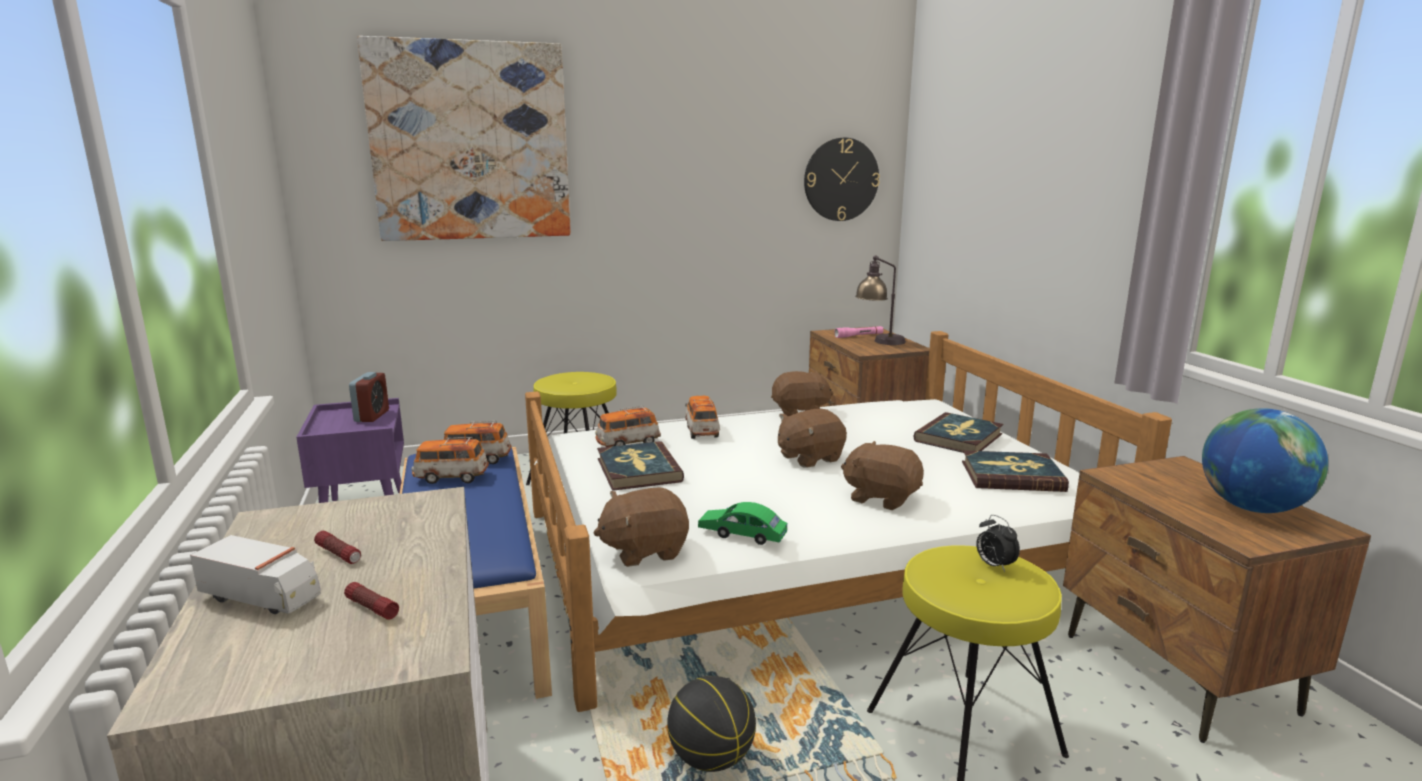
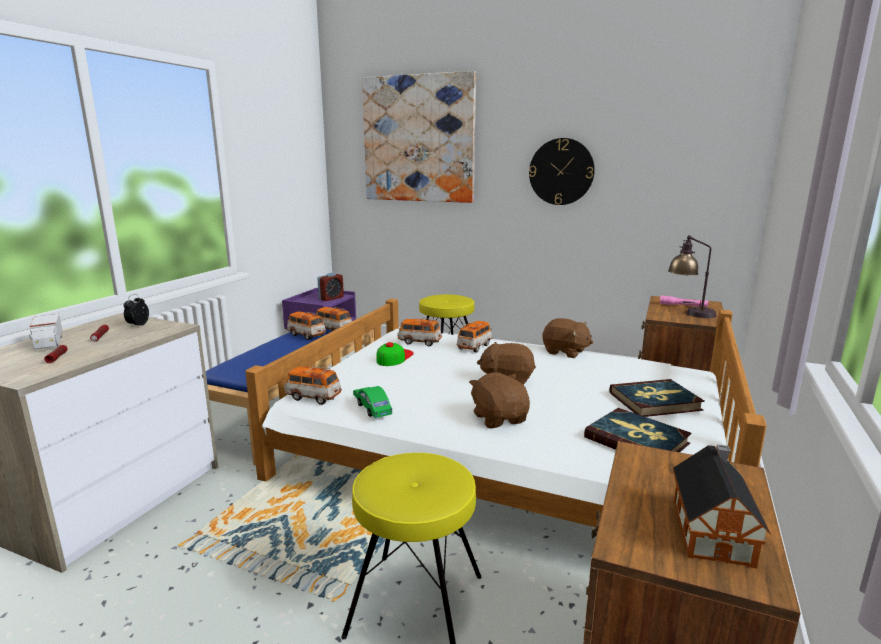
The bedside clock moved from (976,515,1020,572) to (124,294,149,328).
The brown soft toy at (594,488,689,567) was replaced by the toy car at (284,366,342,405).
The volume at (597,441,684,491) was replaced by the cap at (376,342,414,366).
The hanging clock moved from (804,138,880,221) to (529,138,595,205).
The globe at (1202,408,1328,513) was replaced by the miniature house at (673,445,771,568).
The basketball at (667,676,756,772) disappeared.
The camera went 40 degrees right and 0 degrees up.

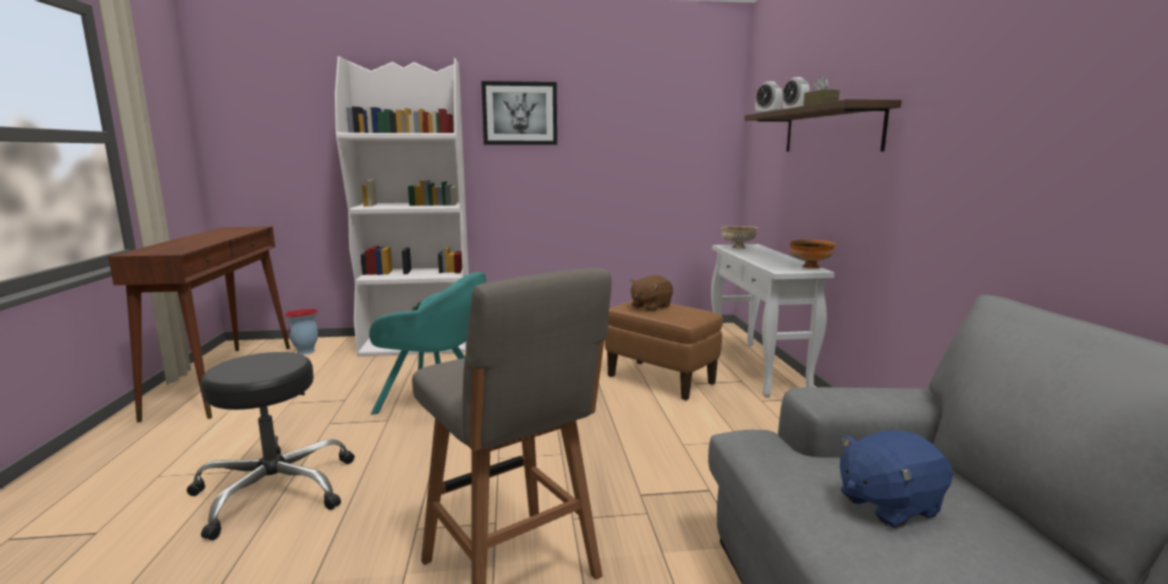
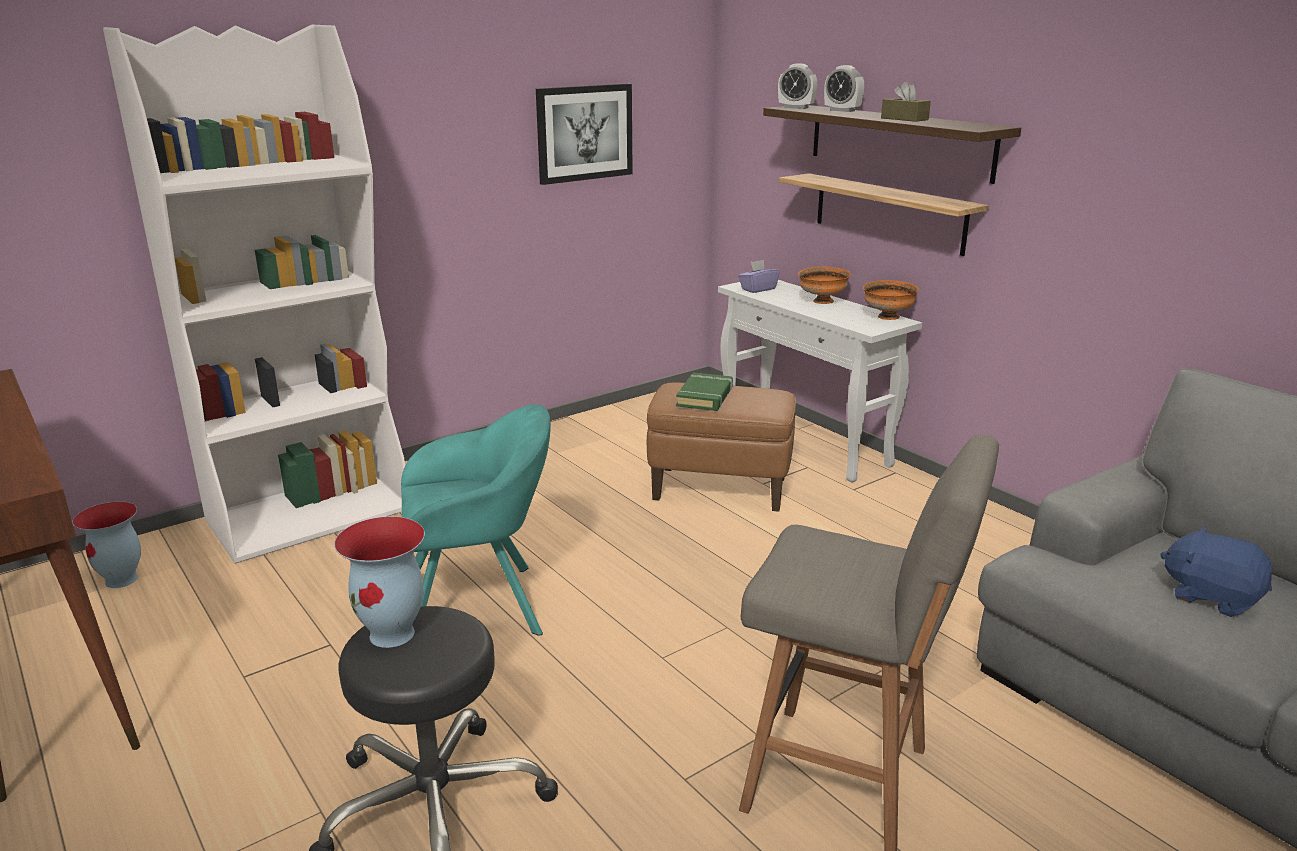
The decorative vase at (334,517,425,648) appeared.
The wall picture moved from (481,81,557,145) to (536,84,633,185).
The brown soft toy at (630,275,673,311) was replaced by the green-coloured volume at (676,372,733,411).
The beige bowl at (721,226,758,249) was replaced by the purple-coloured tissue box at (738,260,780,293).
The wall shelf at (779,173,989,256) appeared.
The orange-coloured bowl at (798,267,851,304) appeared.
The bluish soft toy at (840,430,953,528) turned 90 degrees clockwise.
The camera went 30 degrees left and 10 degrees up.

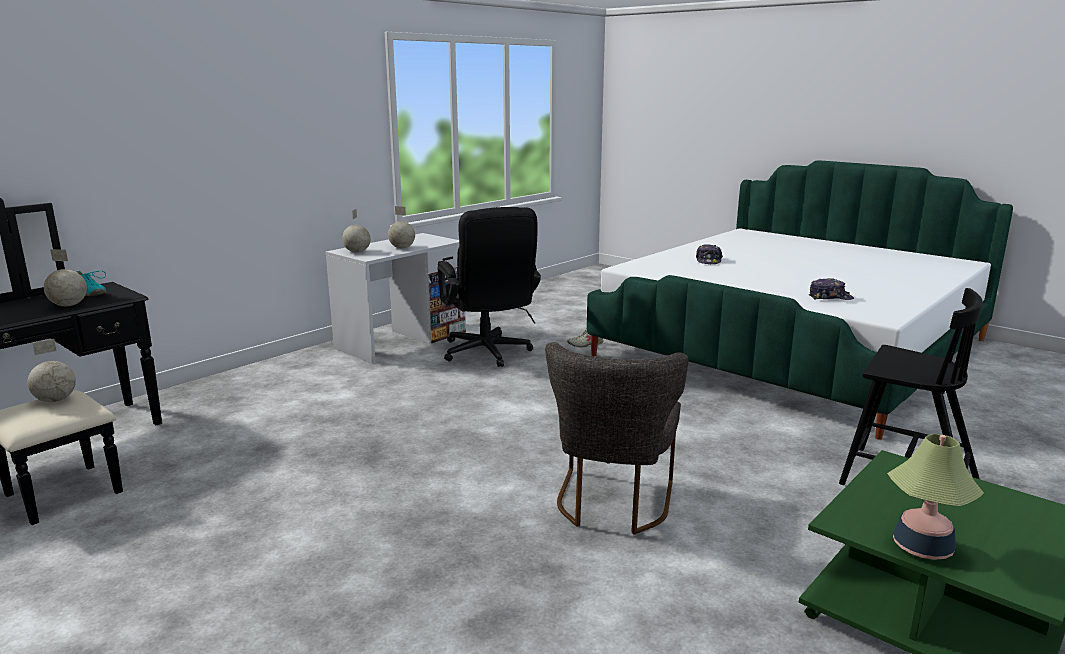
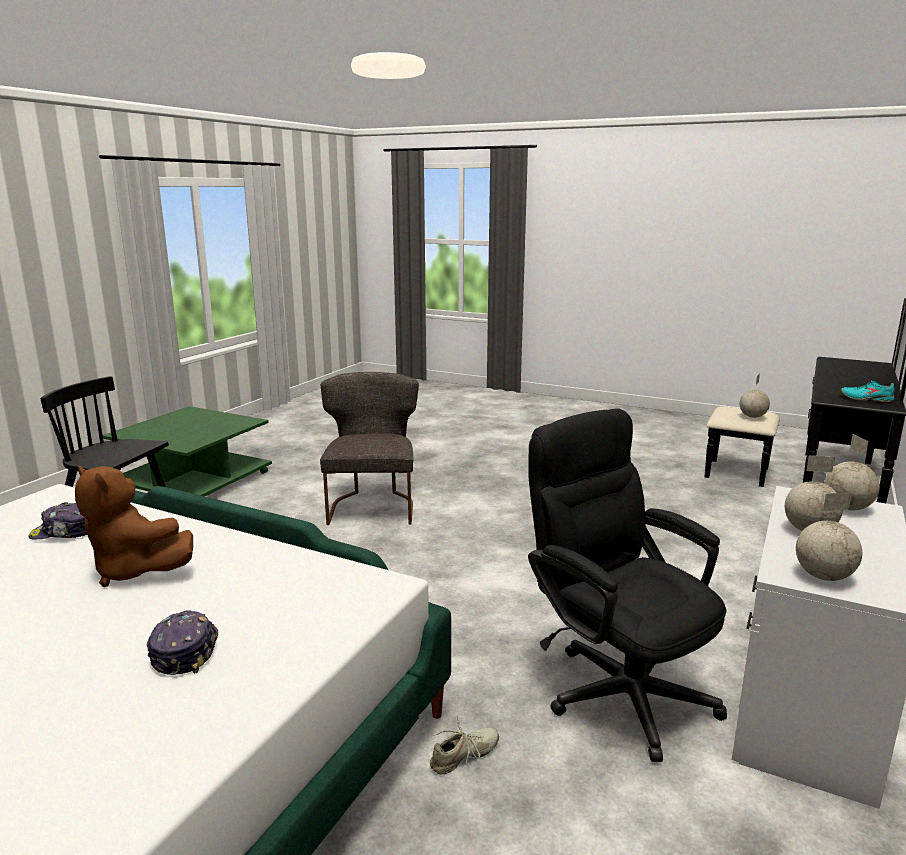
The brown soft toy at (75,466,193,587) appeared.
The globe moved from (44,249,87,306) to (796,492,862,581).
The lamp for a table at (887,434,984,560) disappeared.
The camera went 165 degrees right and 0 degrees up.

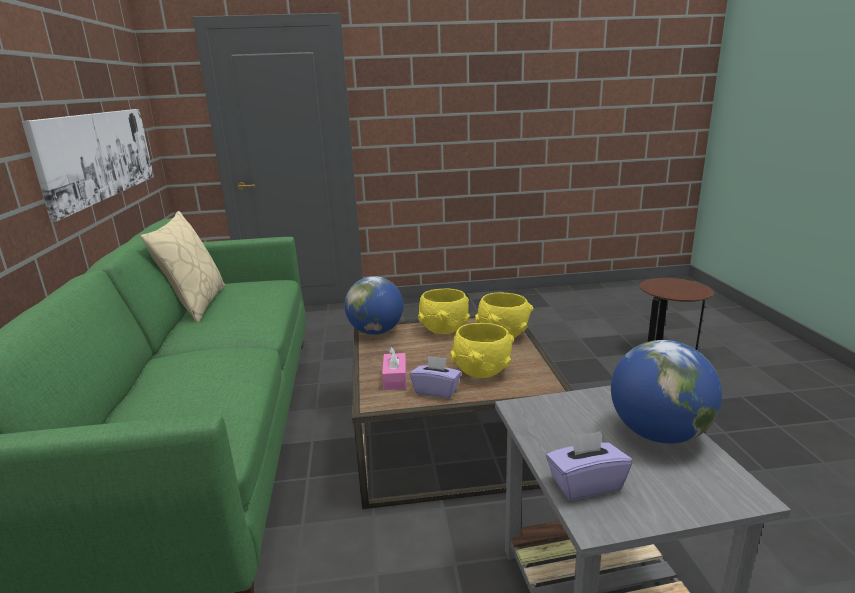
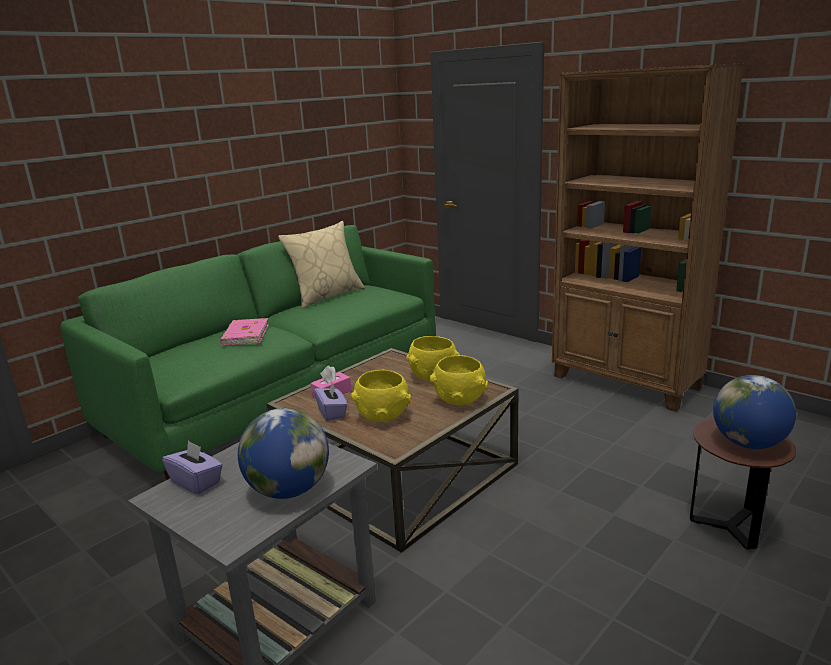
The pinkish volume at (220,318,269,346) appeared.
The brown bookshelf at (552,63,744,412) appeared.
The globe moved from (345,276,403,335) to (713,375,796,449).
The wall picture at (22,109,154,222) disappeared.
The camera went 50 degrees right and 0 degrees up.

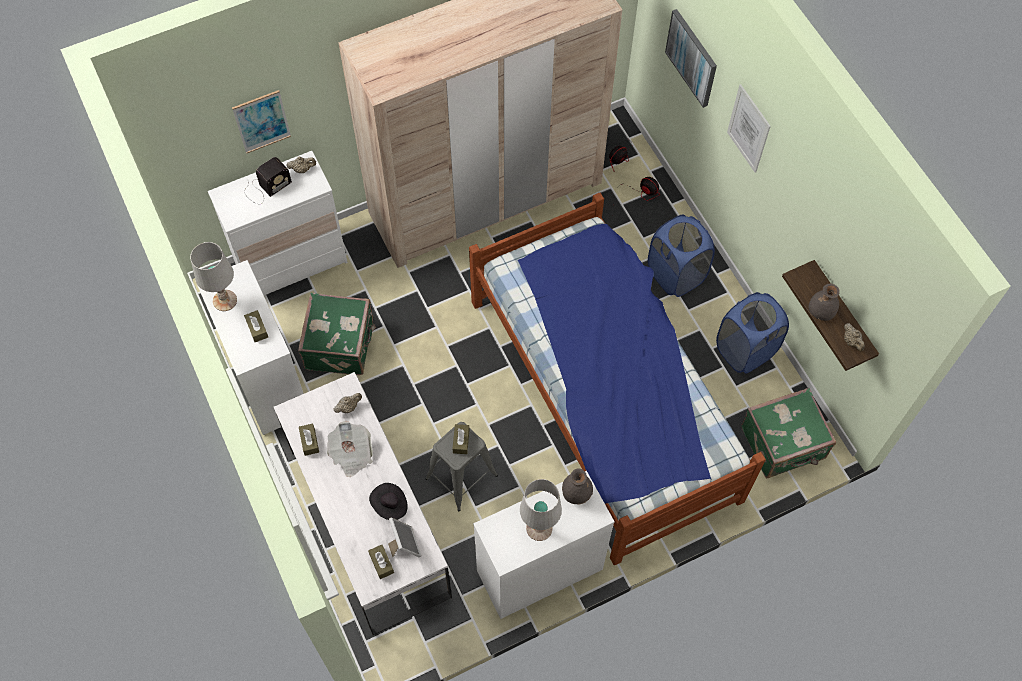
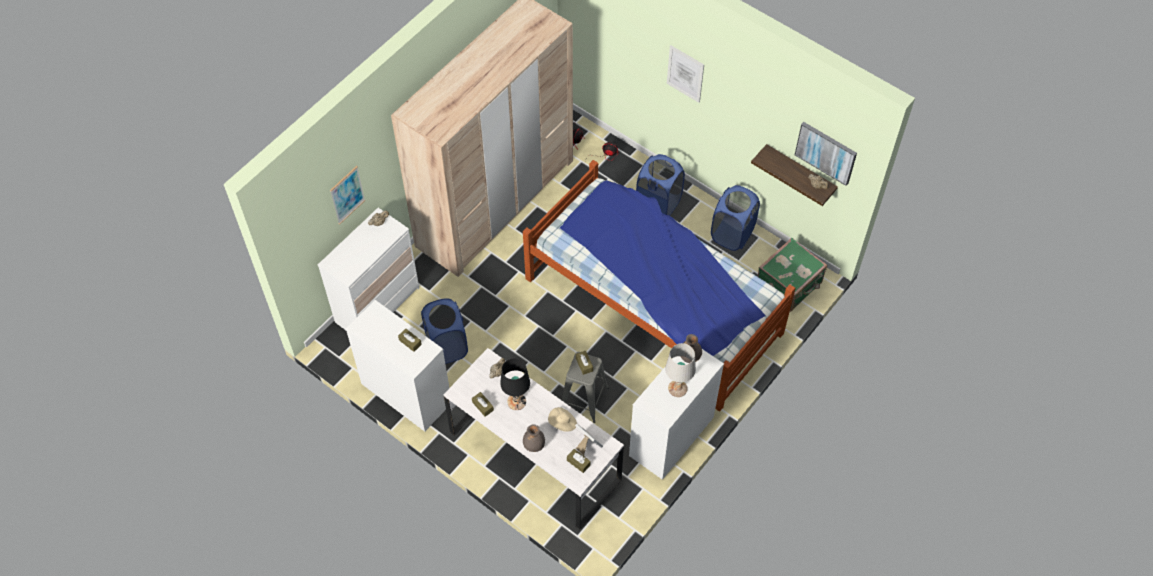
The green-coloured travel case at (298,293,376,375) was replaced by the bluish washing basket at (421,298,468,364).
The daily paper at (327,421,373,477) was replaced by the black-coloured lamp for a table at (500,358,530,410).
The greyish decorative vase moved from (808,284,840,321) to (523,424,545,452).
The black-coloured wearable hat at (369,483,408,520) became the beige wearable hat at (548,407,577,432).
The wall picture moved from (665,9,717,108) to (795,122,857,186).
The white lamp for a table at (190,242,237,311) disappeared.
The radio at (244,157,292,204) disappeared.
The camera went 25 degrees left and 5 degrees down.

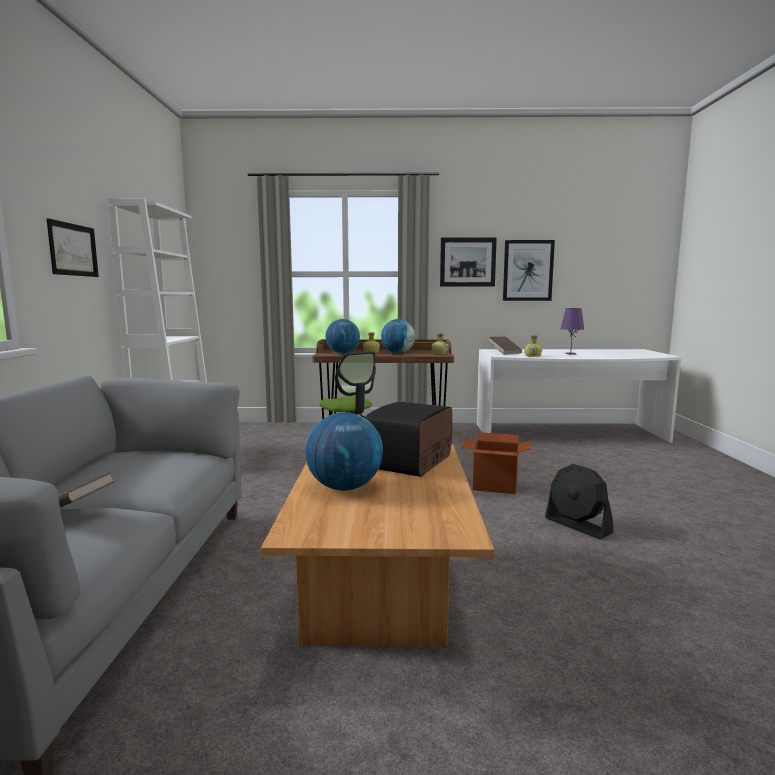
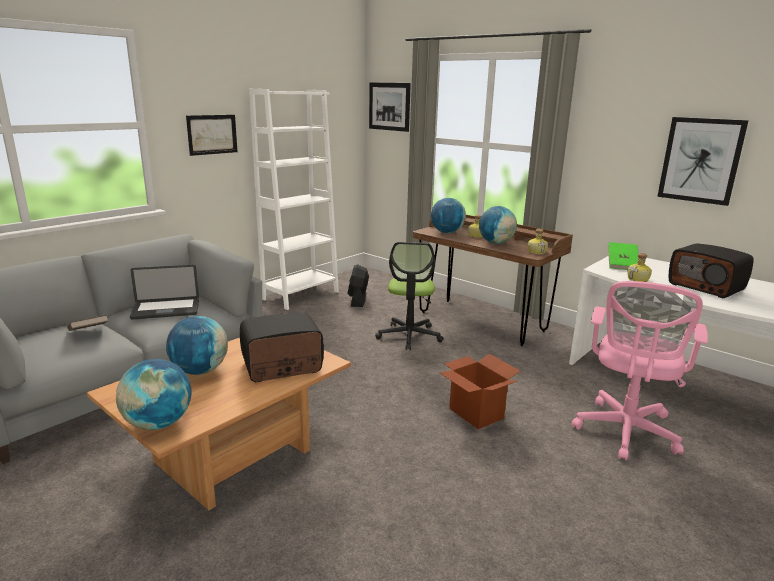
The globe at (116,359,192,430) appeared.
The laptop at (130,265,199,319) appeared.
The black-coloured fan moved from (545,464,614,539) to (347,264,369,307).
The wall picture moved from (440,238,497,286) to (369,82,411,132).
The pinkish computer chair at (571,281,708,461) appeared.
The brown volume at (488,336,522,354) became the green-coloured volume at (608,242,639,270).
The purple-coloured lamp for a table at (560,308,584,355) was replaced by the radio at (669,243,754,298).
The camera went 40 degrees right and 10 degrees up.

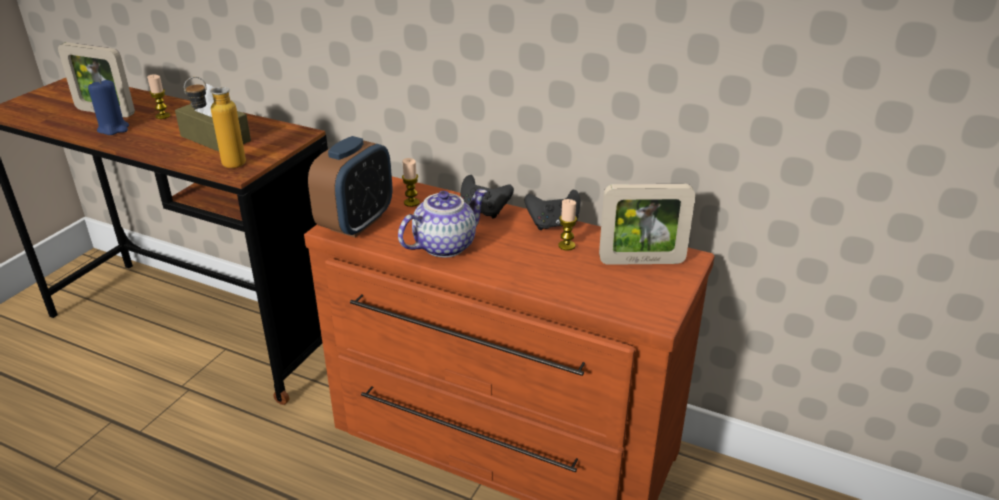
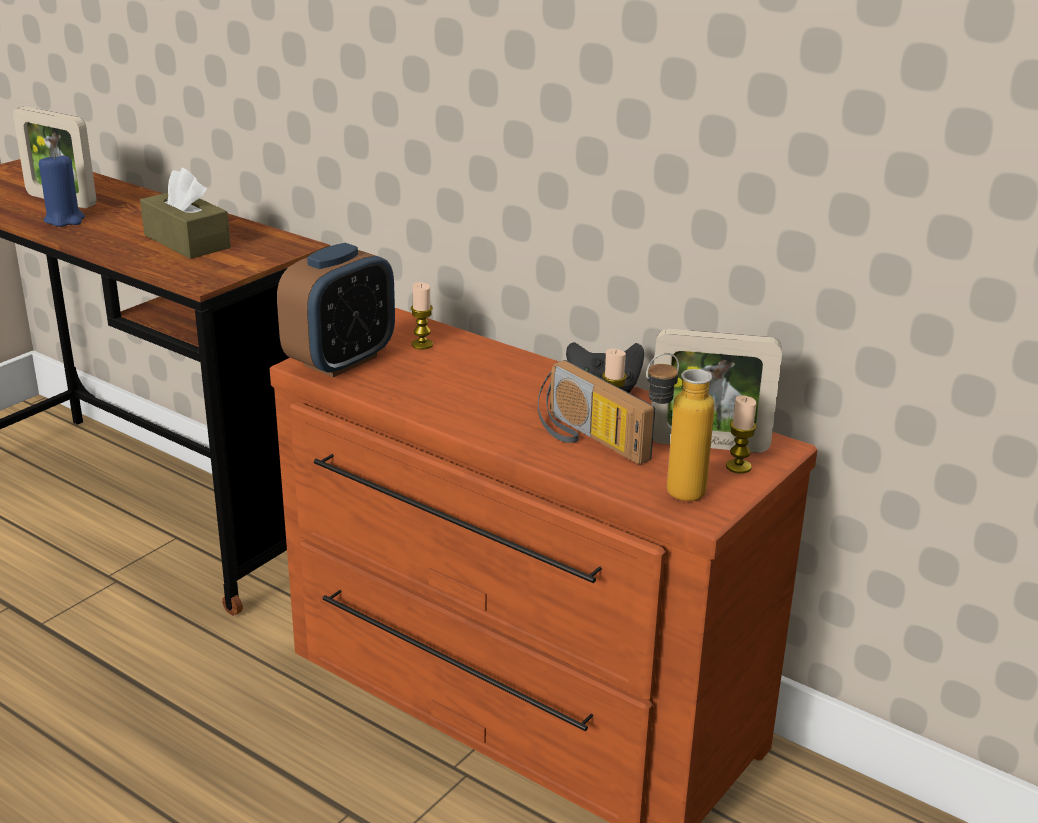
The radio at (538,360,655,464) appeared.
The beverage bottle moved from (184,77,246,168) to (647,353,715,501).
The wax light moved from (147,74,170,119) to (726,395,757,474).
The tea pot at (398,189,487,258) disappeared.
The black-coloured joypad at (460,175,514,218) disappeared.
The camera went 10 degrees right and 5 degrees down.

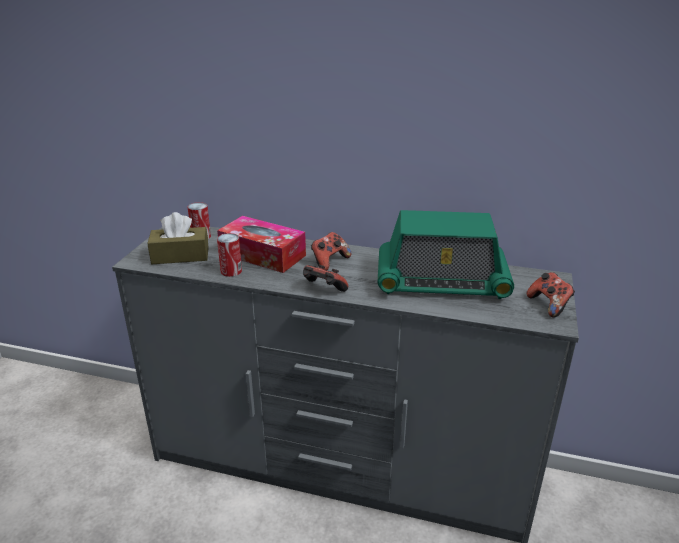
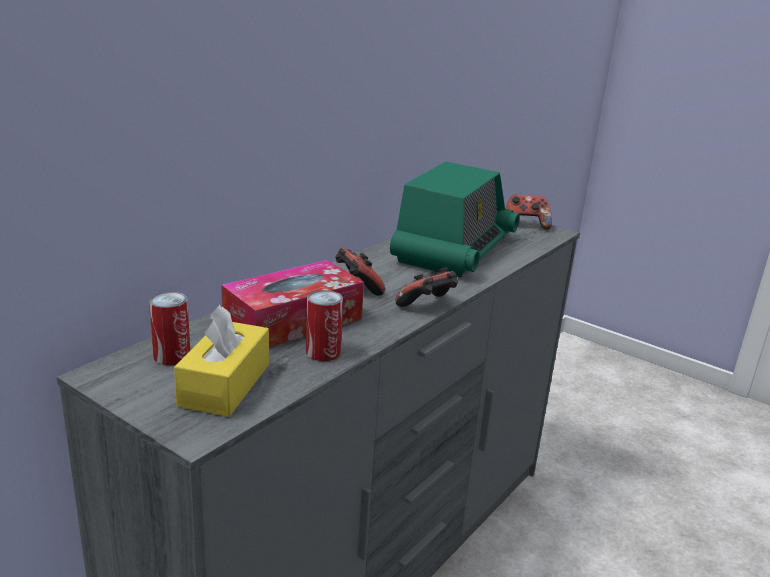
The brown tissue box at (147,212,209,264) became the yellow-coloured tissue box at (174,305,269,417).
The camera went 70 degrees left and 5 degrees down.

